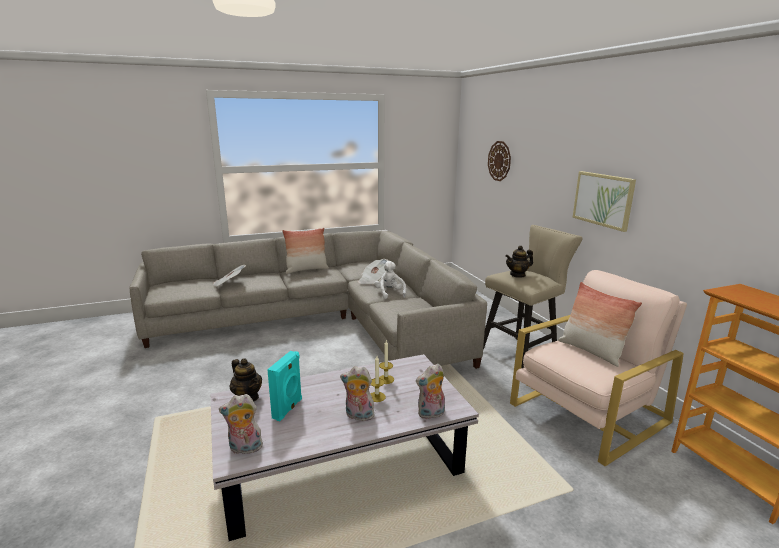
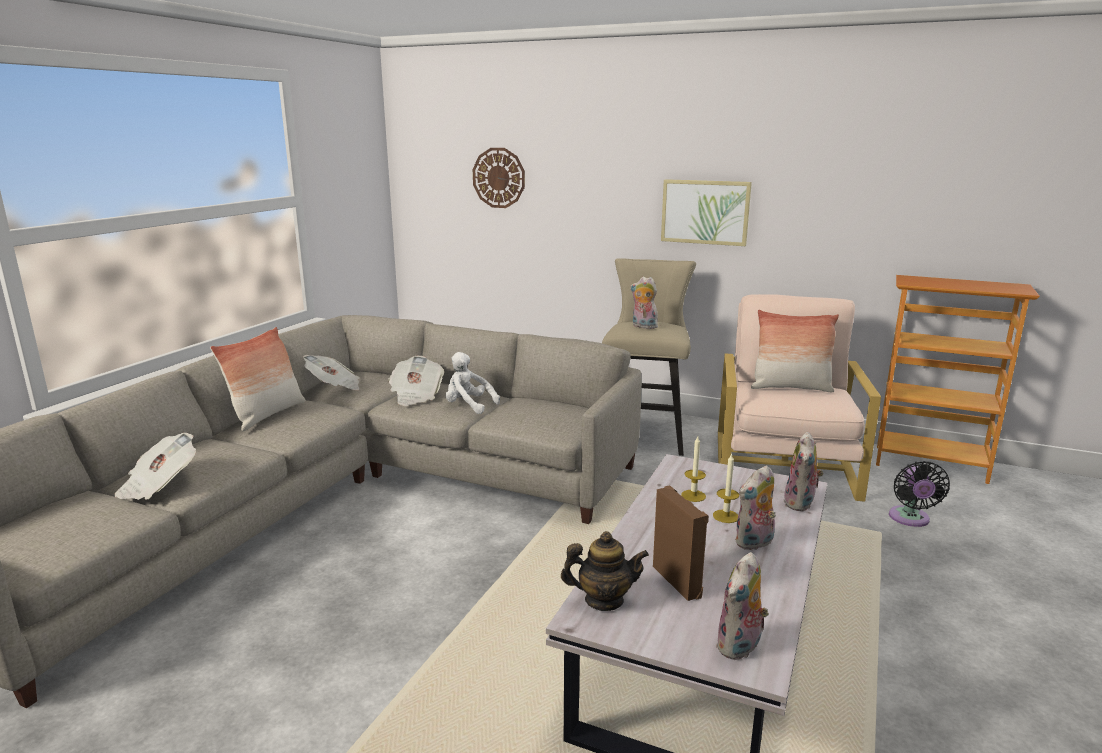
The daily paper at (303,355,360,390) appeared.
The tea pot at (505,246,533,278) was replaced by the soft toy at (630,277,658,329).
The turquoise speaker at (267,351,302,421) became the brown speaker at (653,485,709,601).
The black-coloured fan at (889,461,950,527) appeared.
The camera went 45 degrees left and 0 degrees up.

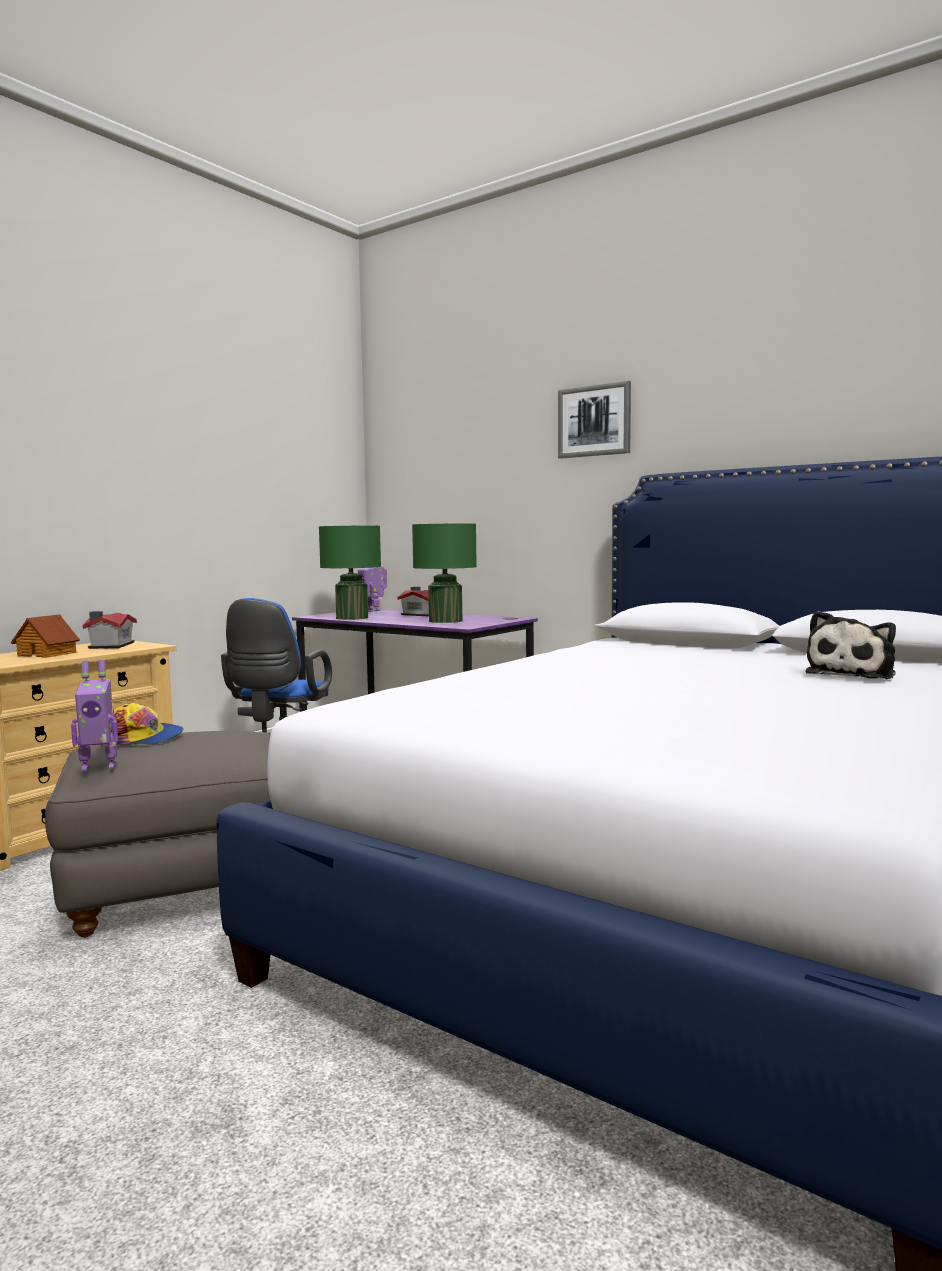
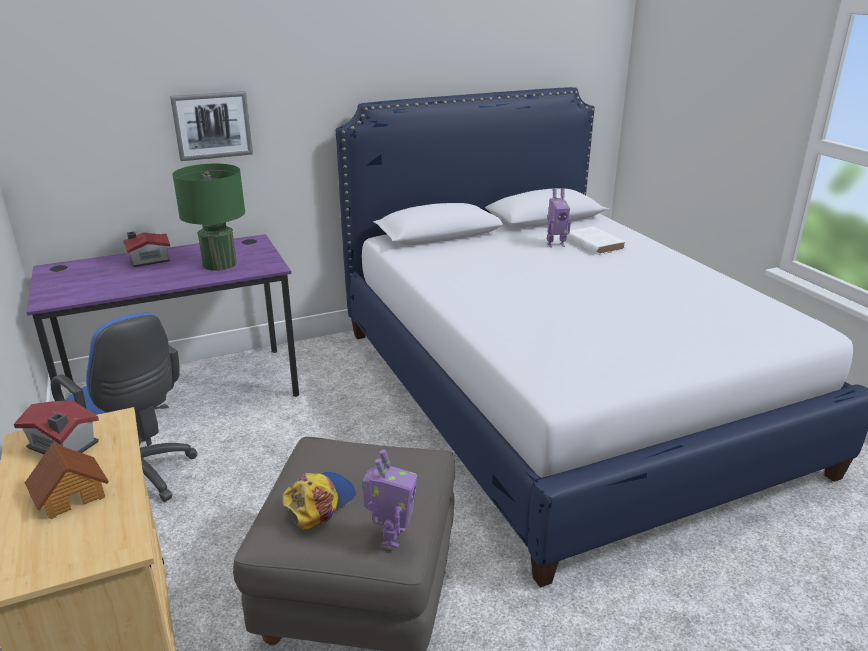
The wall picture moved from (558,381,631,459) to (170,91,253,161).
The model robot moved from (358,566,387,611) to (547,188,571,247).
The soft toy at (805,611,896,680) was replaced by the white volume at (566,226,626,255).
The green-coloured lamp for a table at (319,526,381,620) disappeared.
The camera went 60 degrees left and 20 degrees up.

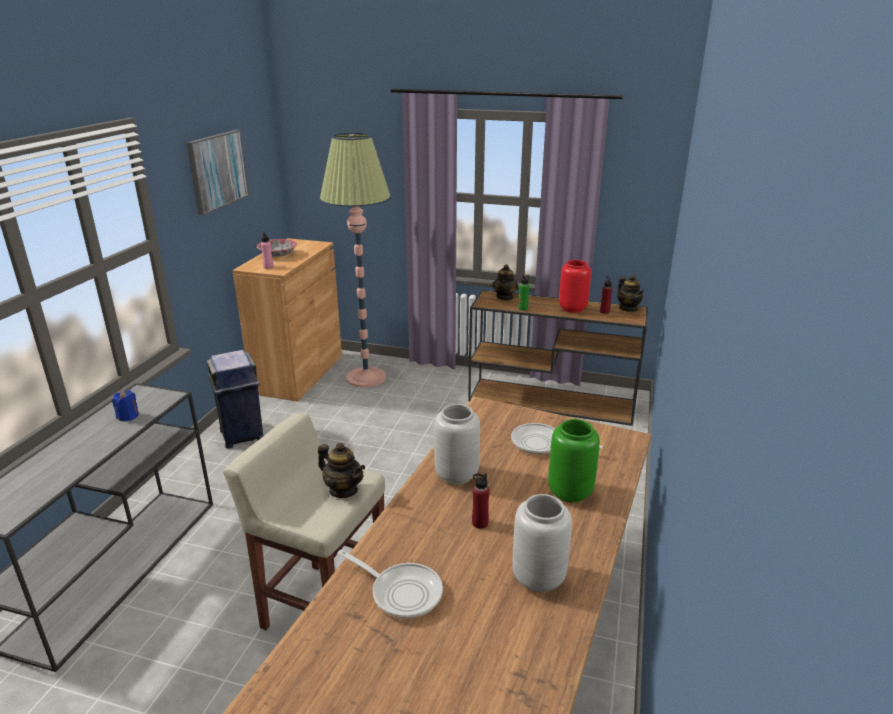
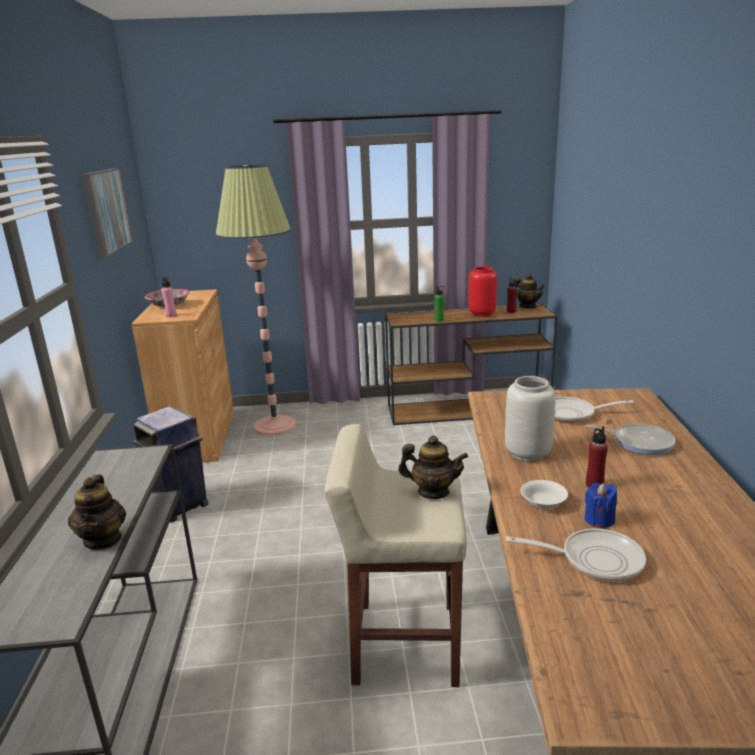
The tea pot moved from (492,264,518,300) to (68,475,126,550).
The white bowl at (521,480,568,509) appeared.
The green-coloured decorative vase at (548,419,600,503) was replaced by the frying pan at (585,424,676,455).
The bluish wax light moved from (112,390,139,421) to (585,483,617,528).
The greyish decorative vase at (512,494,572,592) disappeared.
The camera went 20 degrees left and 5 degrees down.

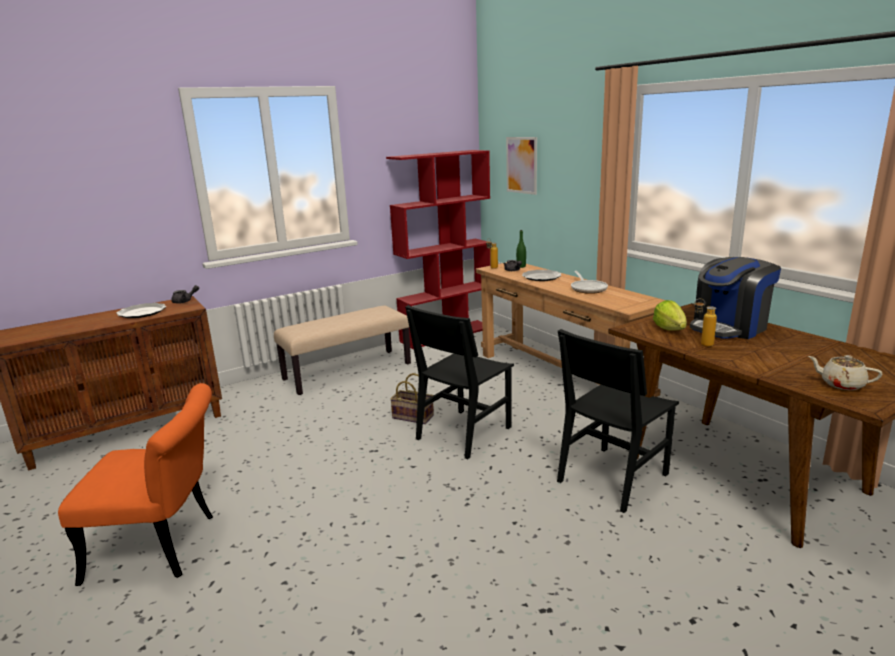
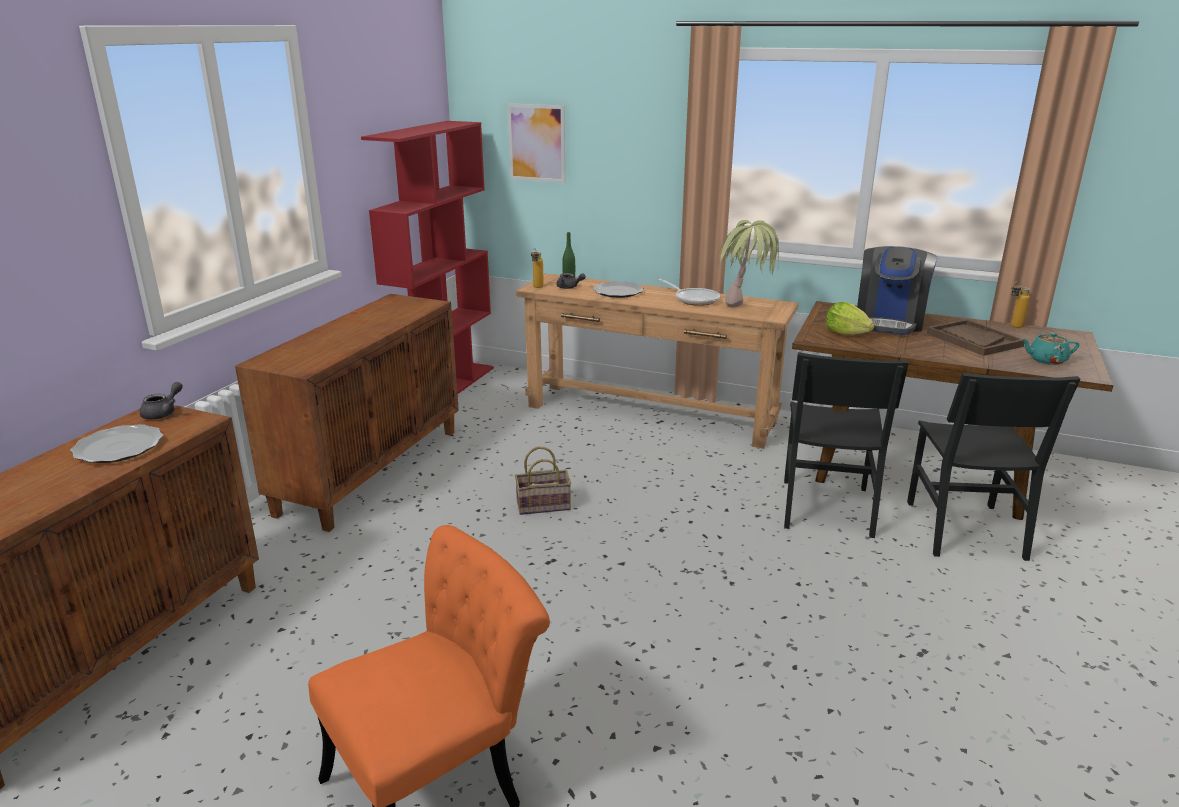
The beige indoor bench at (274,306,411,395) was replaced by the brown cupboard at (235,294,459,532).
The potted plant at (718,220,779,307) appeared.
The black-coloured chair moved from (405,305,514,459) to (907,372,1081,561).
The brown serving tray at (927,319,1024,356) appeared.
The beverage bottle moved from (694,299,717,347) to (1011,281,1030,328).
The beige tea pot at (808,355,883,390) became the turquoise tea pot at (1021,332,1079,365).
The camera went 35 degrees left and 5 degrees up.

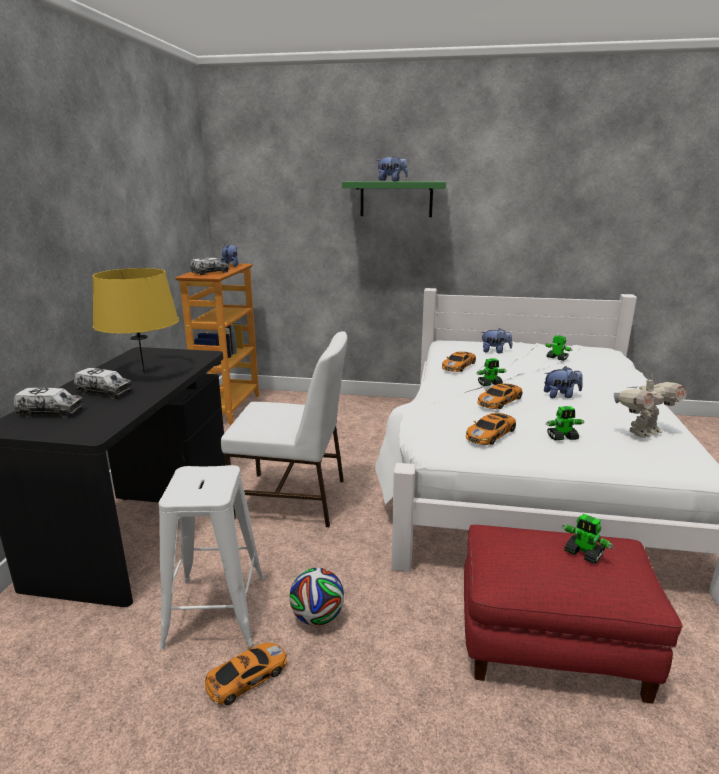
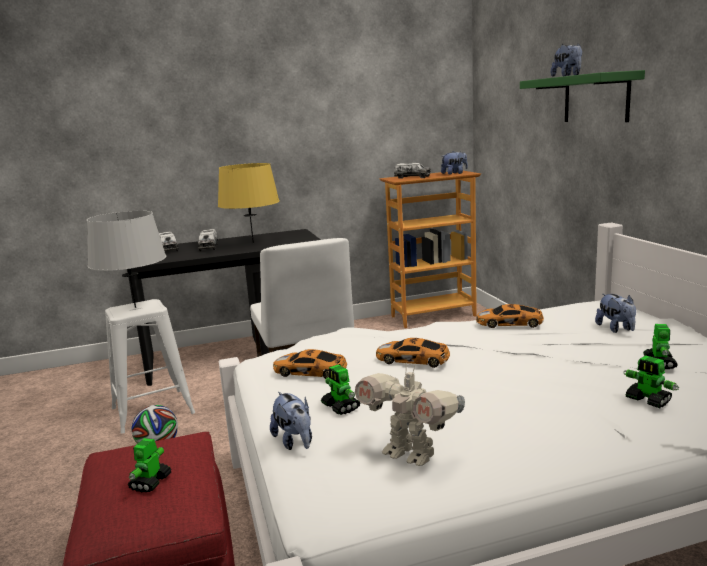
The greyish lamp for a table at (87,211,166,308) appeared.
The soft toy moved from (544,366,583,398) to (270,392,312,450).
The model robot moved from (476,358,506,386) to (623,355,679,408).
The toy car at (205,643,287,706) disappeared.
The camera went 65 degrees right and 5 degrees down.

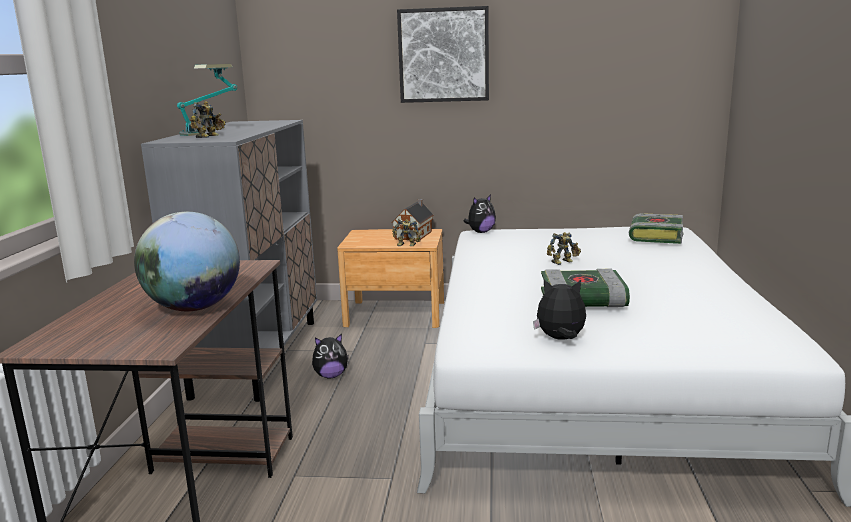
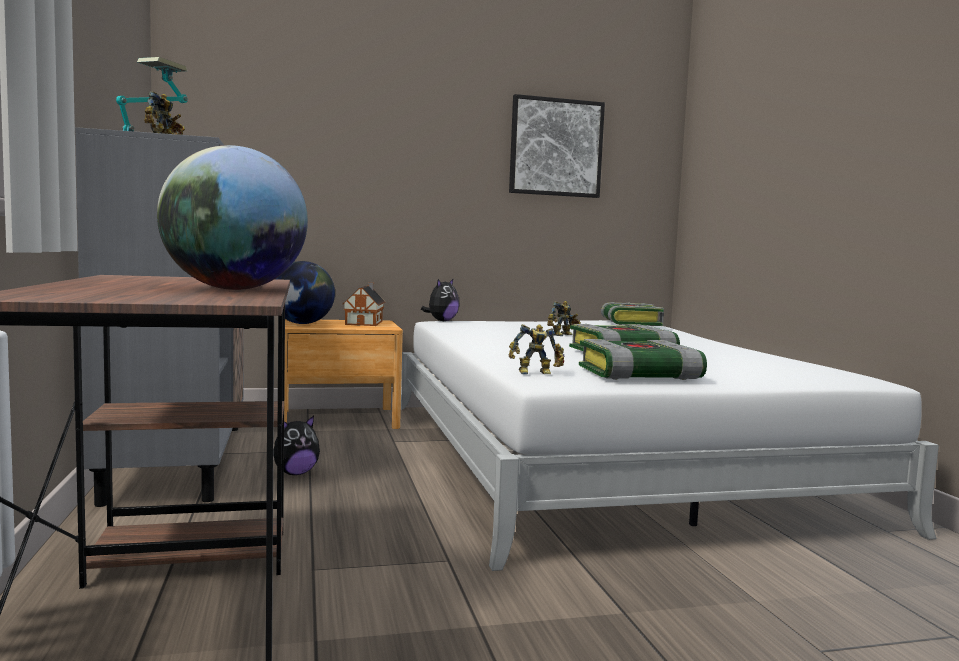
The globe at (276,261,335,324) appeared.
The wall picture moved from (397,6,489,103) to (509,94,605,198).
The model robot moved from (392,219,422,246) to (509,324,564,374).
The soft toy at (533,280,586,340) was replaced by the volume at (579,339,707,380).
The camera went 20 degrees left and 10 degrees down.

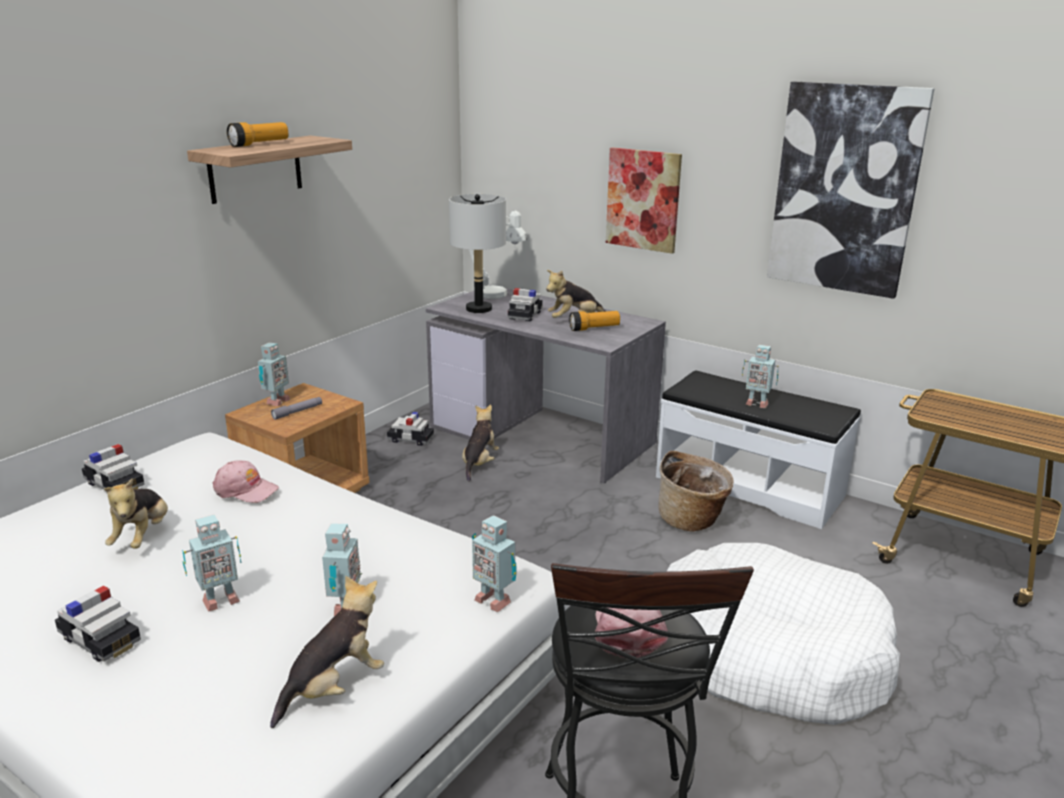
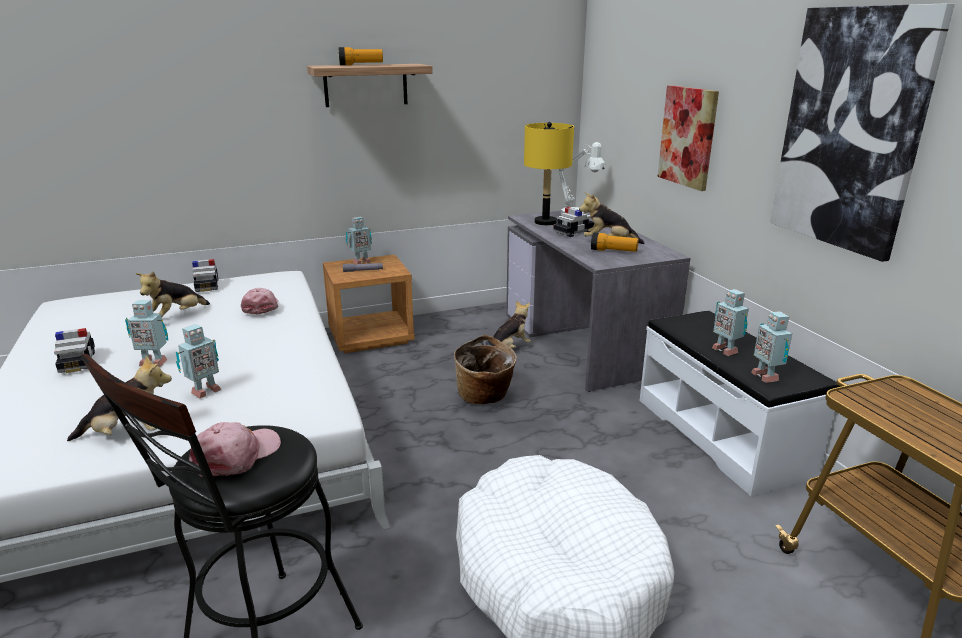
The pinkish cap at (213,460,279,503) turned 150 degrees counterclockwise.
The household basket moved from (658,451,734,532) to (454,335,517,404).
The greyish lamp for a table at (449,194,506,313) became the yellow-coloured lamp for a table at (524,122,574,225).
The model robot moved from (472,515,517,612) to (751,312,792,383).
The toy car at (387,412,434,446) disappeared.
The camera went 35 degrees right and 0 degrees up.

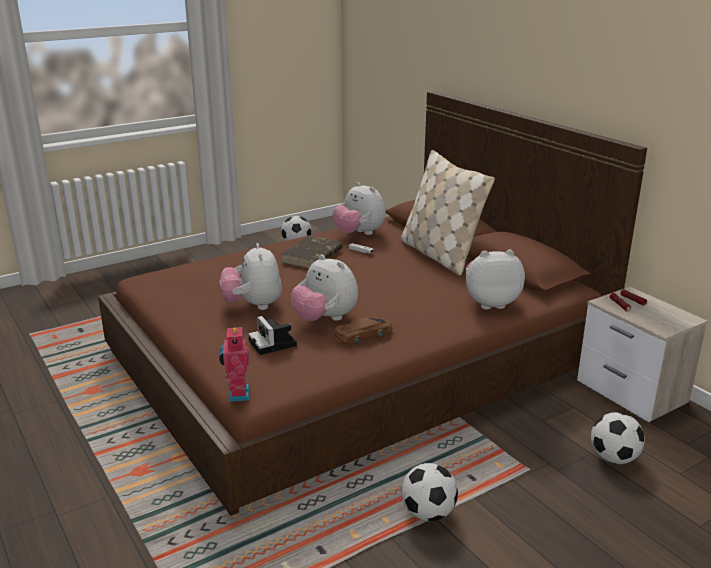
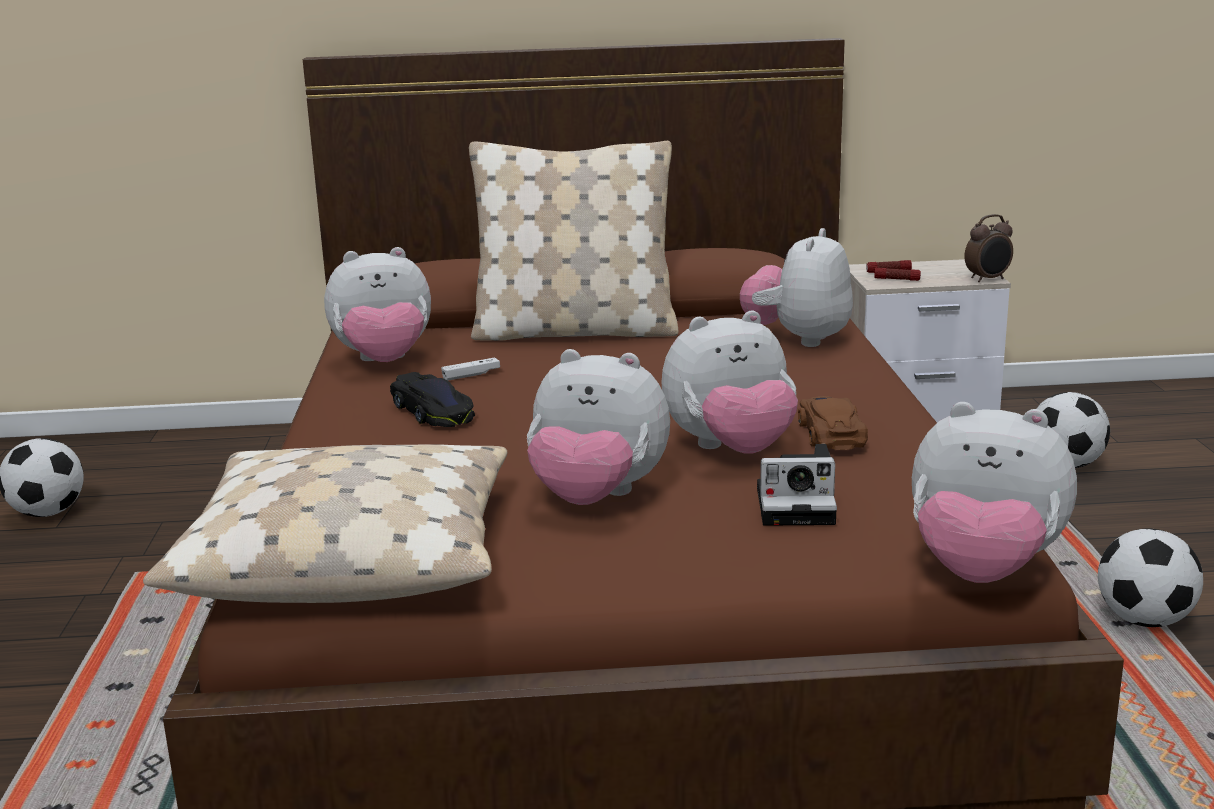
The beige throw pillow at (143,444,508,603) appeared.
The brown volume at (280,236,343,269) was replaced by the black-coloured toy car at (390,372,475,427).
The model robot at (219,324,250,402) was replaced by the soft toy at (912,402,1077,583).
The bedside clock at (964,214,1013,282) appeared.
The camera went 60 degrees left and 5 degrees down.

